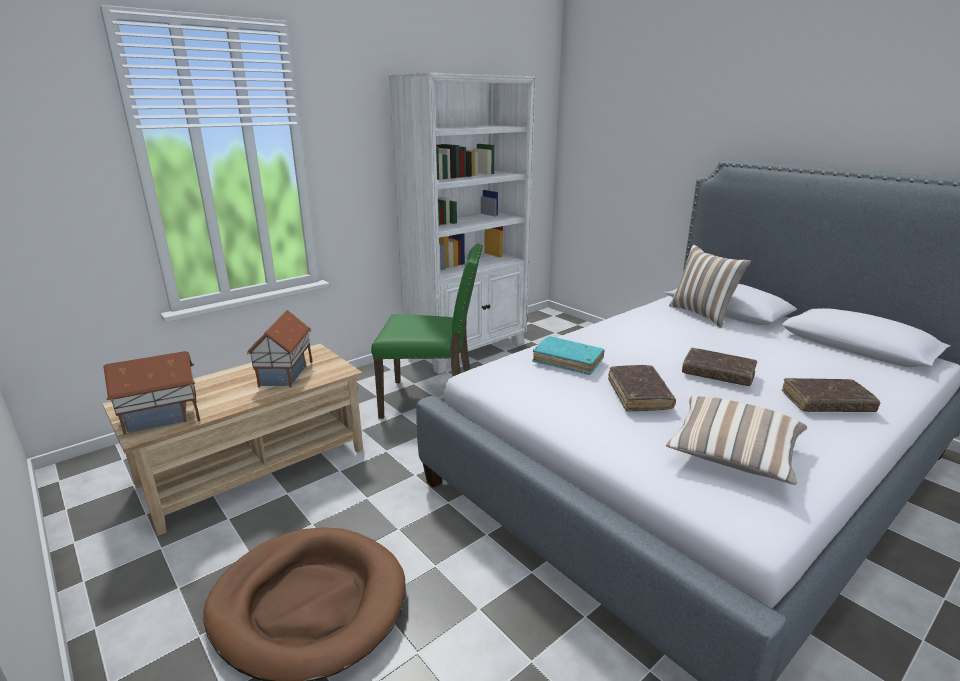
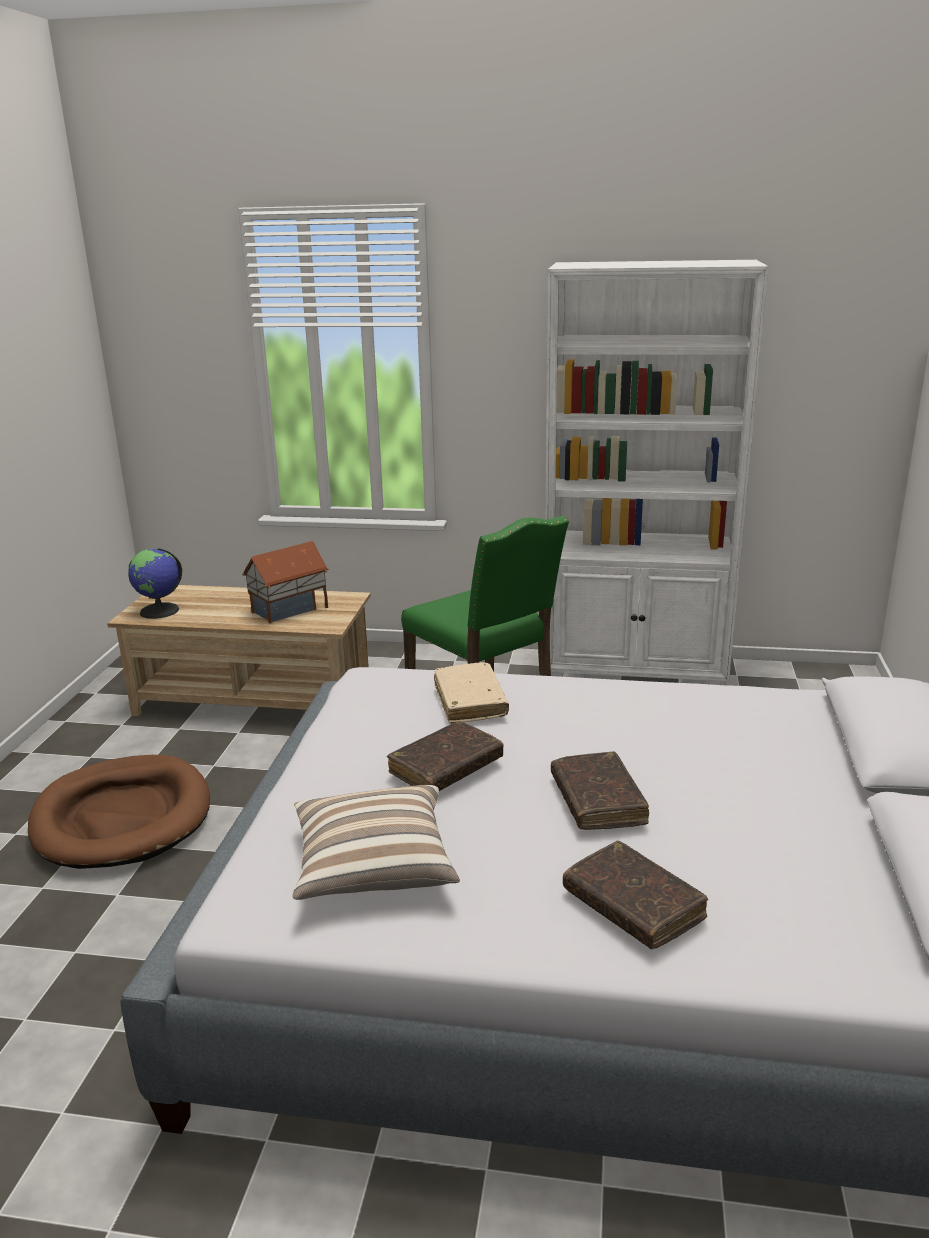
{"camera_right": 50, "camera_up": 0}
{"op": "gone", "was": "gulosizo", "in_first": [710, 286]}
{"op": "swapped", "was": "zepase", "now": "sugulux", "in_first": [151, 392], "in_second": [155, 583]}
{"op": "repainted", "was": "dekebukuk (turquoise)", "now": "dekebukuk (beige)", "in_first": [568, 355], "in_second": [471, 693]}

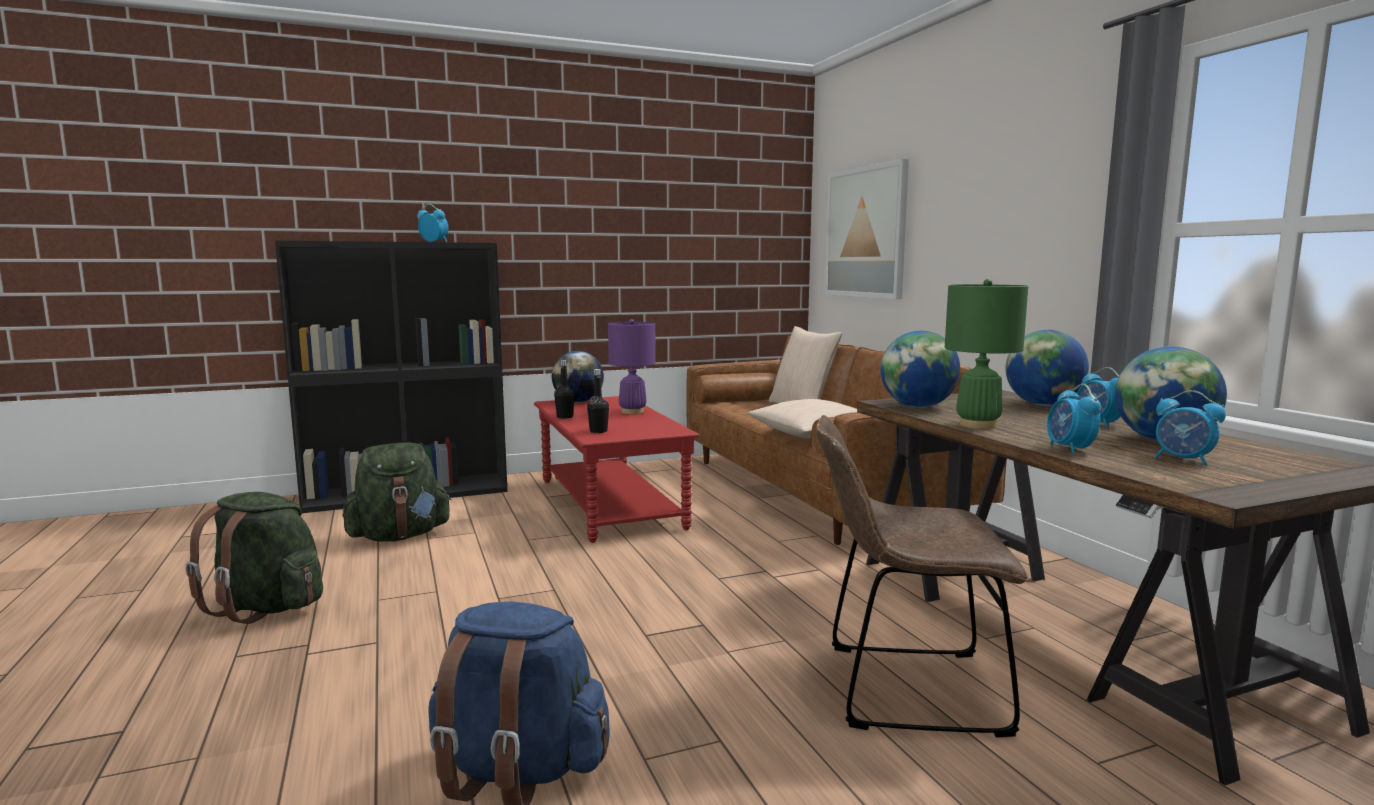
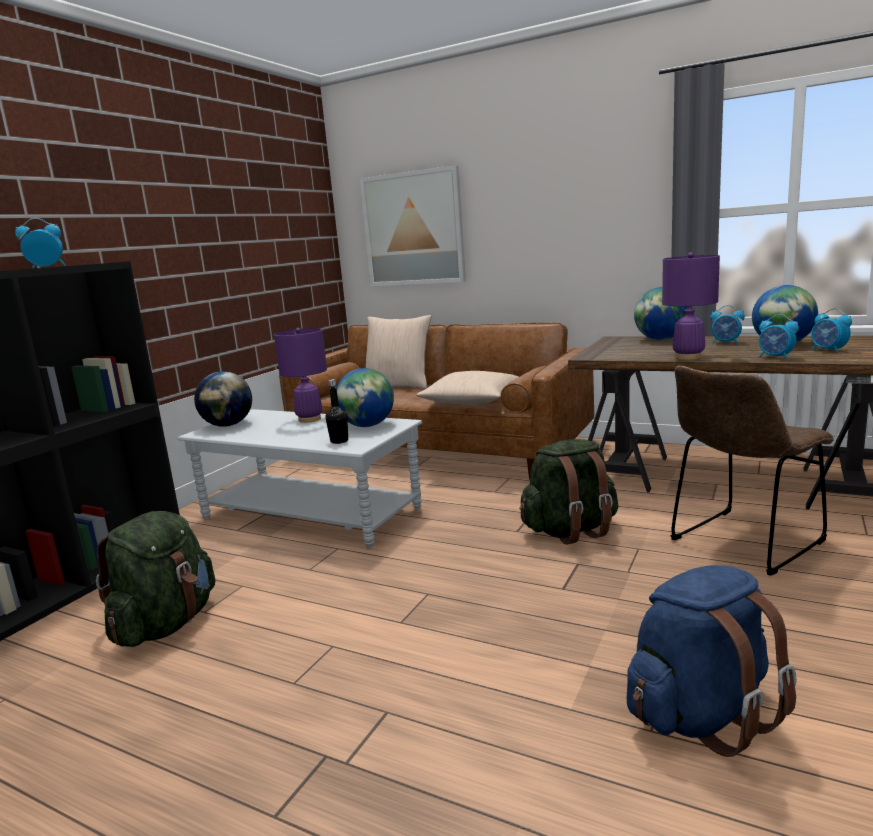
{"camera_right": -40, "camera_up": 5}
{"op": "gone", "was": "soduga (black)", "in_first": [564, 389]}
{"op": "shifted", "was": "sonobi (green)", "in_first": [254, 558], "in_second": [569, 492]}
{"op": "shifted", "was": "sugulux", "in_first": [920, 369], "in_second": [365, 397]}
{"op": "repainted", "was": "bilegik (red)", "now": "bilegik (grey)", "in_first": [616, 469], "in_second": [299, 478]}
{"op": "repainted", "was": "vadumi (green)", "now": "vadumi (purple)", "in_first": [986, 354], "in_second": [691, 306]}
{"op": "rotated", "was": "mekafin", "in_first": [1190, 428], "in_second": [831, 330], "clockwise": 60}

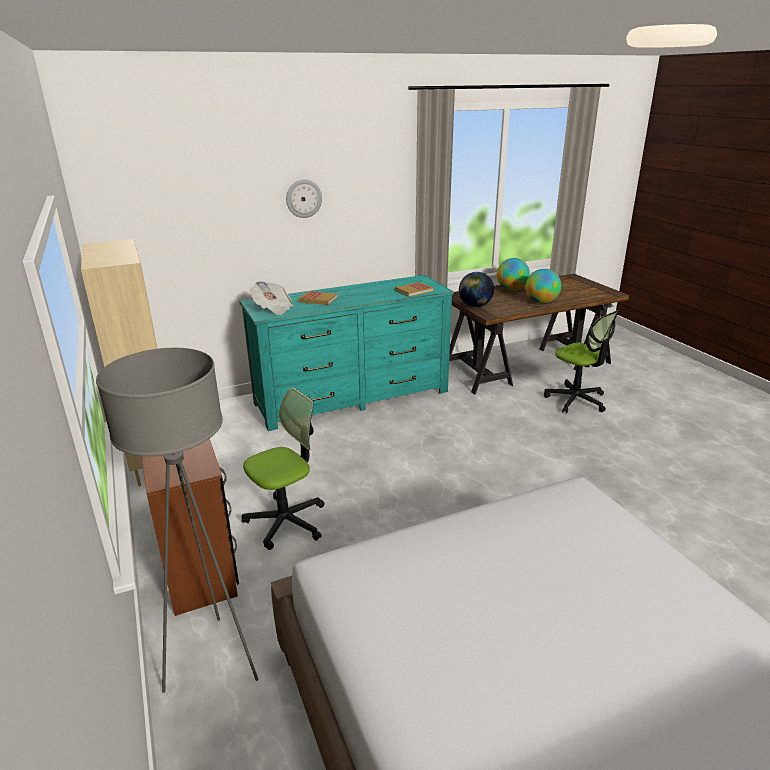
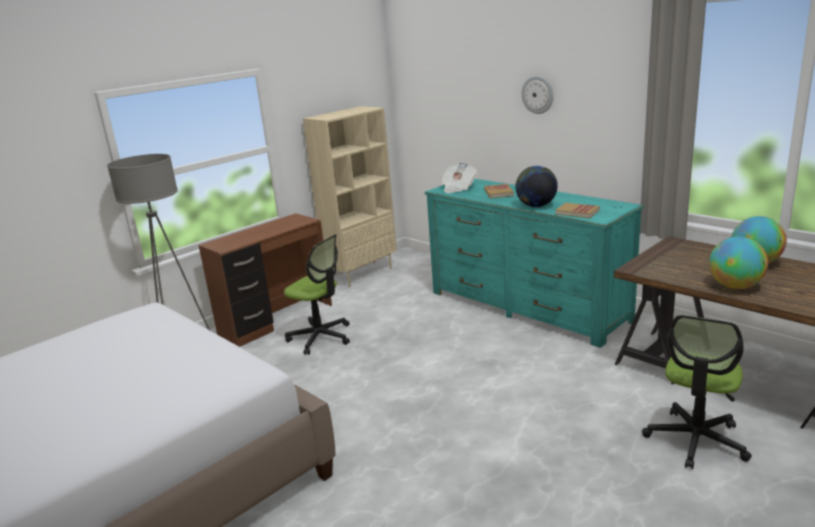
{"camera_right": 70, "camera_up": -5}
{"op": "shifted", "was": "sugulux", "in_first": [476, 289], "in_second": [536, 186]}

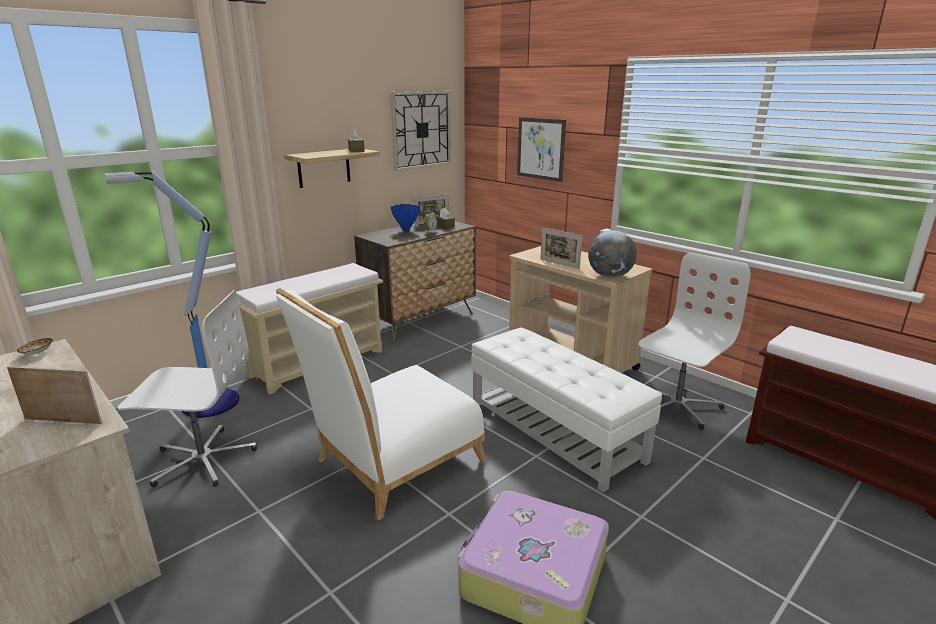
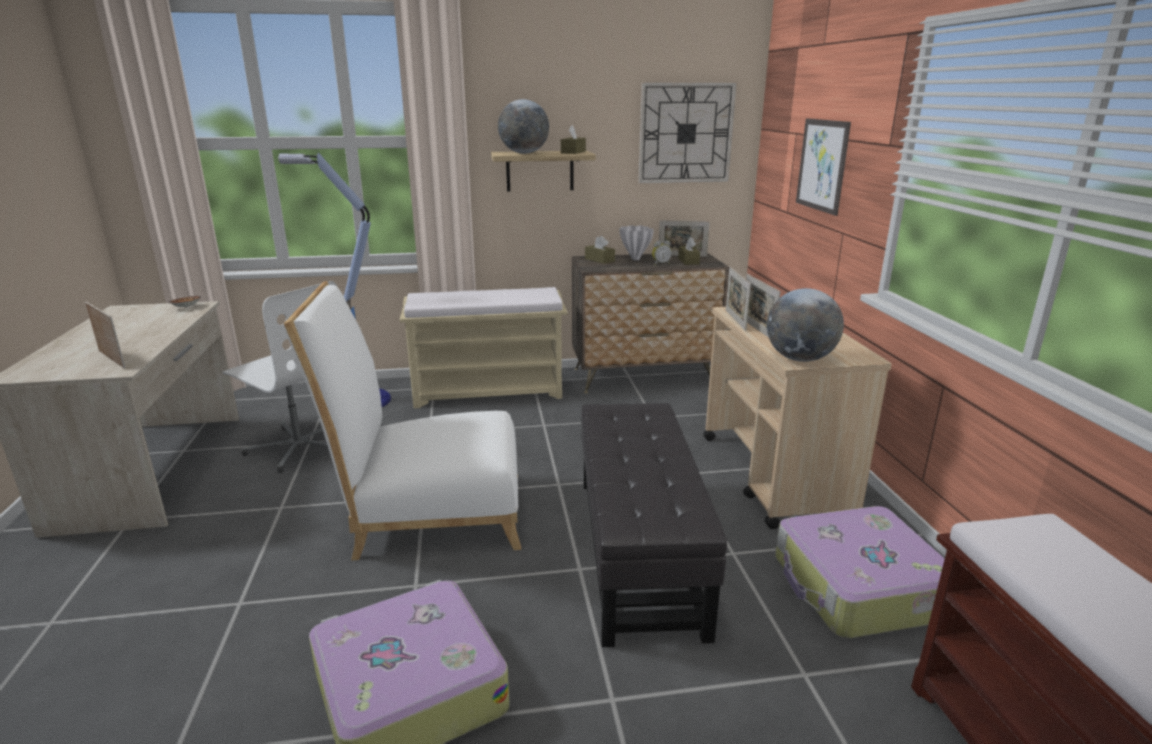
{"camera_right": 35, "camera_up": 0}
{"op": "new", "now": "sugulux", "in_second": [523, 126]}
{"op": "new", "now": "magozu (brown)", "in_second": [600, 250]}
{"op": "new", "now": "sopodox", "in_second": [738, 299]}
{"op": "swapped", "was": "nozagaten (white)", "now": "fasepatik", "in_first": [695, 341], "in_second": [860, 572]}
{"op": "repainted", "was": "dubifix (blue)", "now": "dubifix (white)", "in_first": [405, 217], "in_second": [636, 242]}
{"op": "repainted", "was": "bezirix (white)", "now": "bezirix (black)", "in_first": [566, 410], "in_second": [654, 525]}

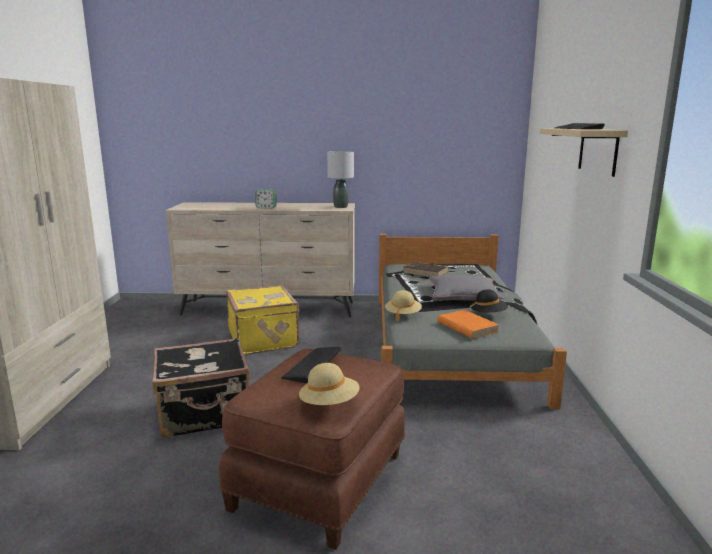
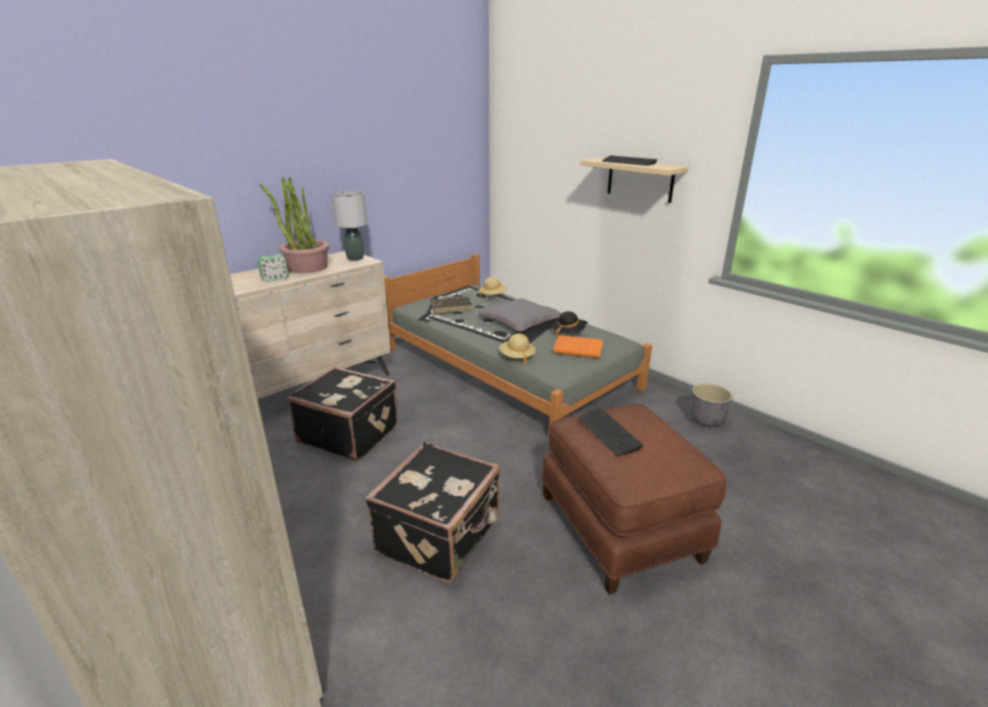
{"camera_right": -45, "camera_up": 10}
{"op": "new", "now": "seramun", "in_second": [294, 225]}
{"op": "new", "now": "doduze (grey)", "in_second": [711, 406]}
{"op": "shifted", "was": "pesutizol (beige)", "in_first": [329, 384], "in_second": [493, 287]}
{"op": "repainted", "was": "fasepatik (yellow)", "now": "fasepatik (black)", "in_first": [262, 319], "in_second": [342, 413]}

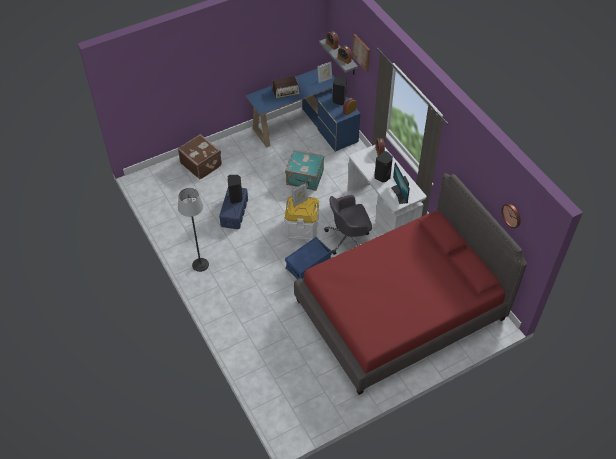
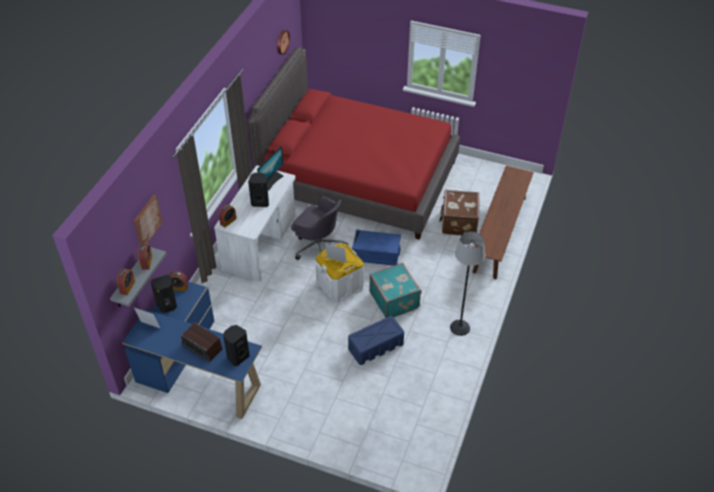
{"camera_right": -130, "camera_up": -5}
{"op": "new", "now": "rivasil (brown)", "in_second": [503, 222]}
{"op": "shifted", "was": "fasepatik (brown)", "in_first": [200, 157], "in_second": [459, 213]}
{"op": "shifted", "was": "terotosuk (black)", "in_first": [235, 189], "in_second": [236, 345]}
{"op": "shifted", "was": "fasepatik (turquoise)", "in_first": [304, 170], "in_second": [395, 290]}

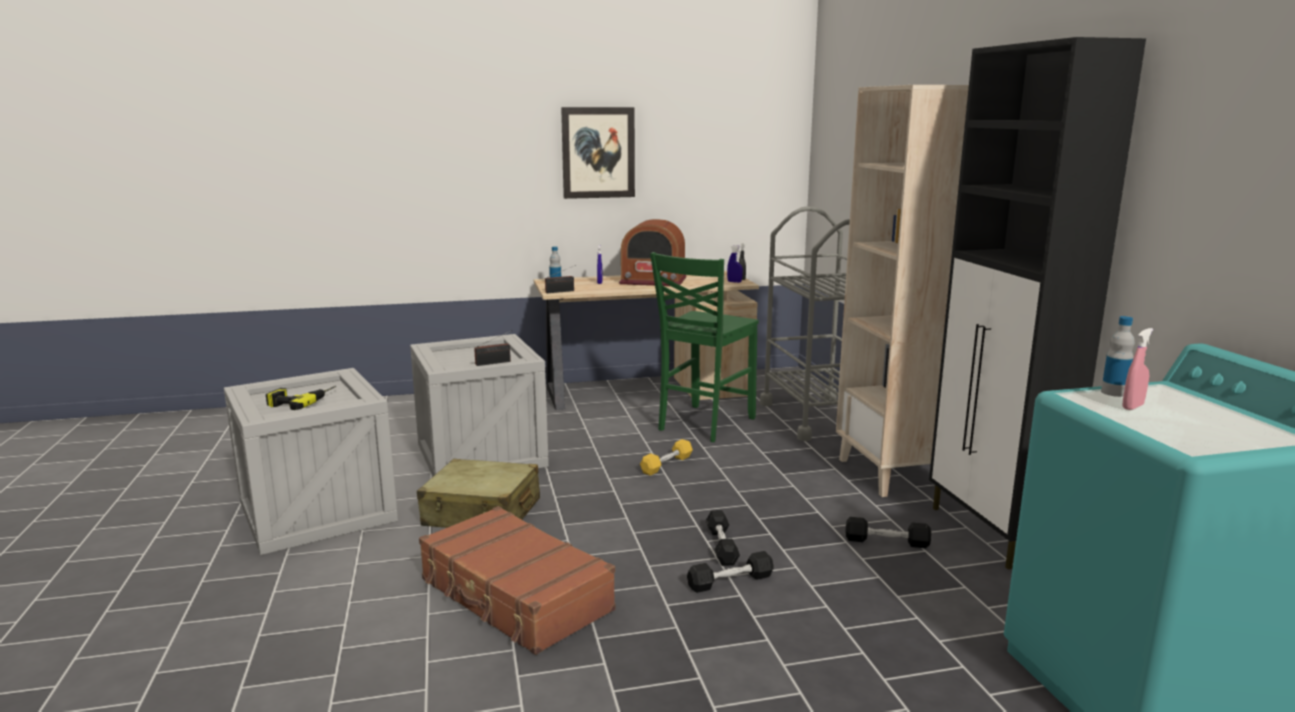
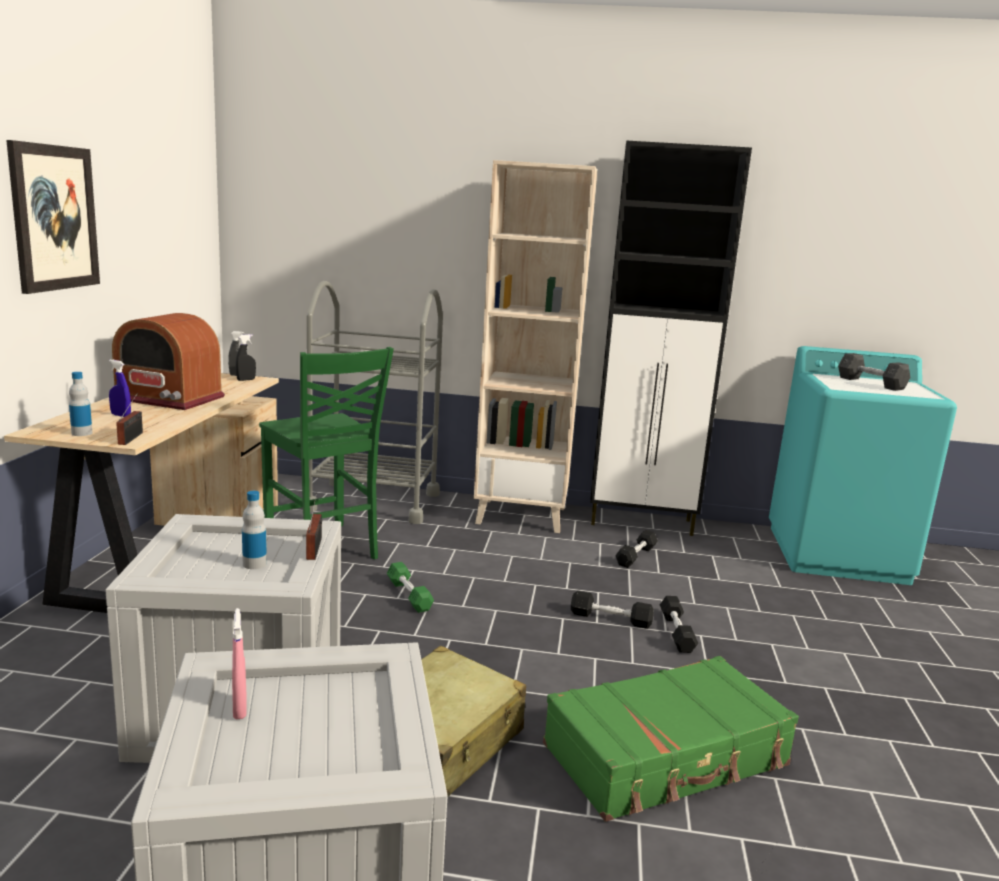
{"camera_right": -70, "camera_up": 0}
{"op": "gone", "was": "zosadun", "in_first": [301, 397]}
{"op": "new", "now": "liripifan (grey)", "in_second": [874, 372]}
{"op": "shifted", "was": "soduga", "in_first": [1118, 356], "in_second": [254, 530]}
{"op": "shifted", "was": "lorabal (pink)", "in_first": [1138, 369], "in_second": [239, 663]}
{"op": "repainted", "was": "fasepatik (brown)", "now": "fasepatik (green)", "in_first": [517, 580], "in_second": [671, 739]}
{"op": "repainted", "was": "liripifan (yellow)", "now": "liripifan (green)", "in_first": [666, 457], "in_second": [410, 587]}
{"op": "repainted", "was": "lorabal (blue)", "now": "lorabal (black)", "in_first": [735, 264], "in_second": [246, 357]}
{"op": "rotated", "was": "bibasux", "in_first": [652, 252], "in_second": [168, 361], "clockwise": 75}

